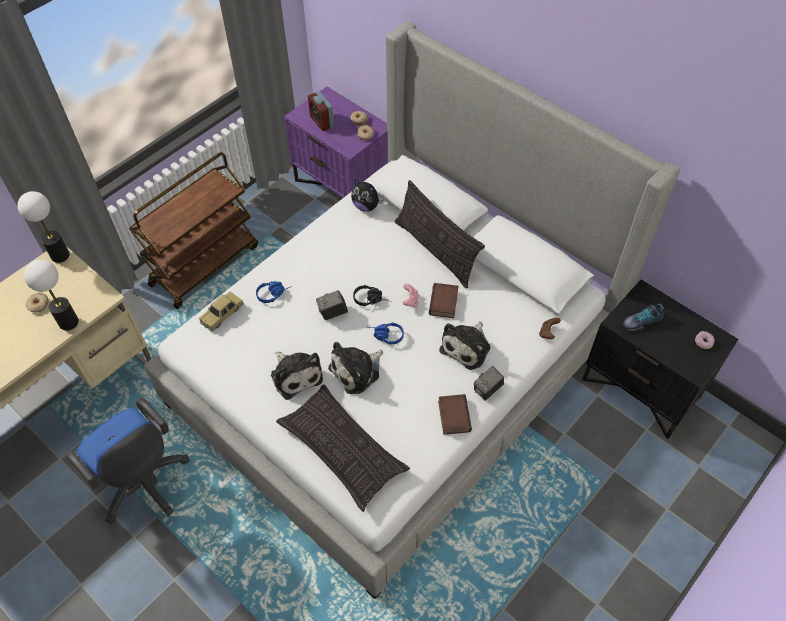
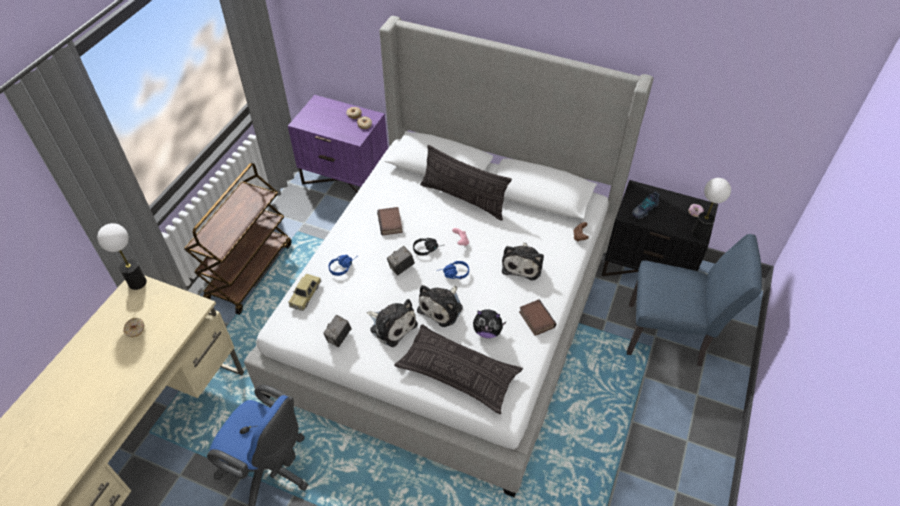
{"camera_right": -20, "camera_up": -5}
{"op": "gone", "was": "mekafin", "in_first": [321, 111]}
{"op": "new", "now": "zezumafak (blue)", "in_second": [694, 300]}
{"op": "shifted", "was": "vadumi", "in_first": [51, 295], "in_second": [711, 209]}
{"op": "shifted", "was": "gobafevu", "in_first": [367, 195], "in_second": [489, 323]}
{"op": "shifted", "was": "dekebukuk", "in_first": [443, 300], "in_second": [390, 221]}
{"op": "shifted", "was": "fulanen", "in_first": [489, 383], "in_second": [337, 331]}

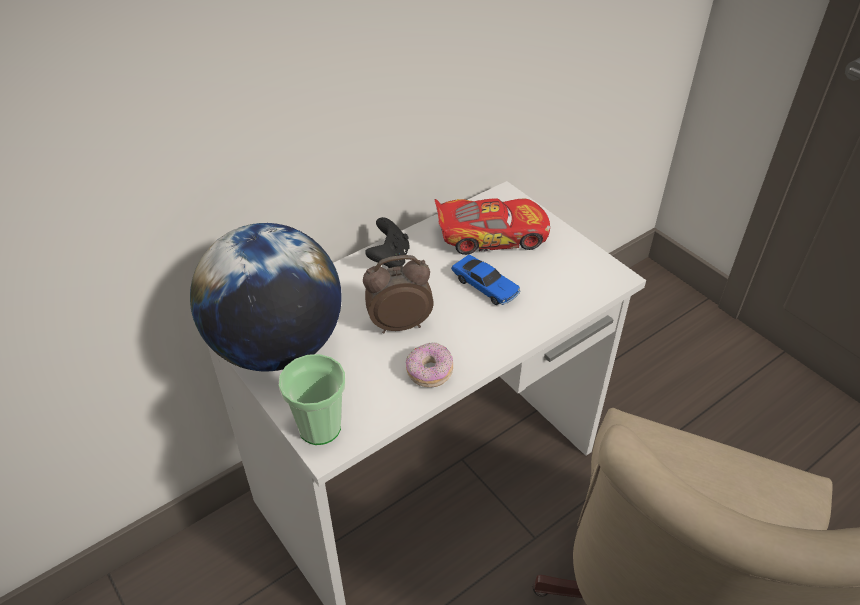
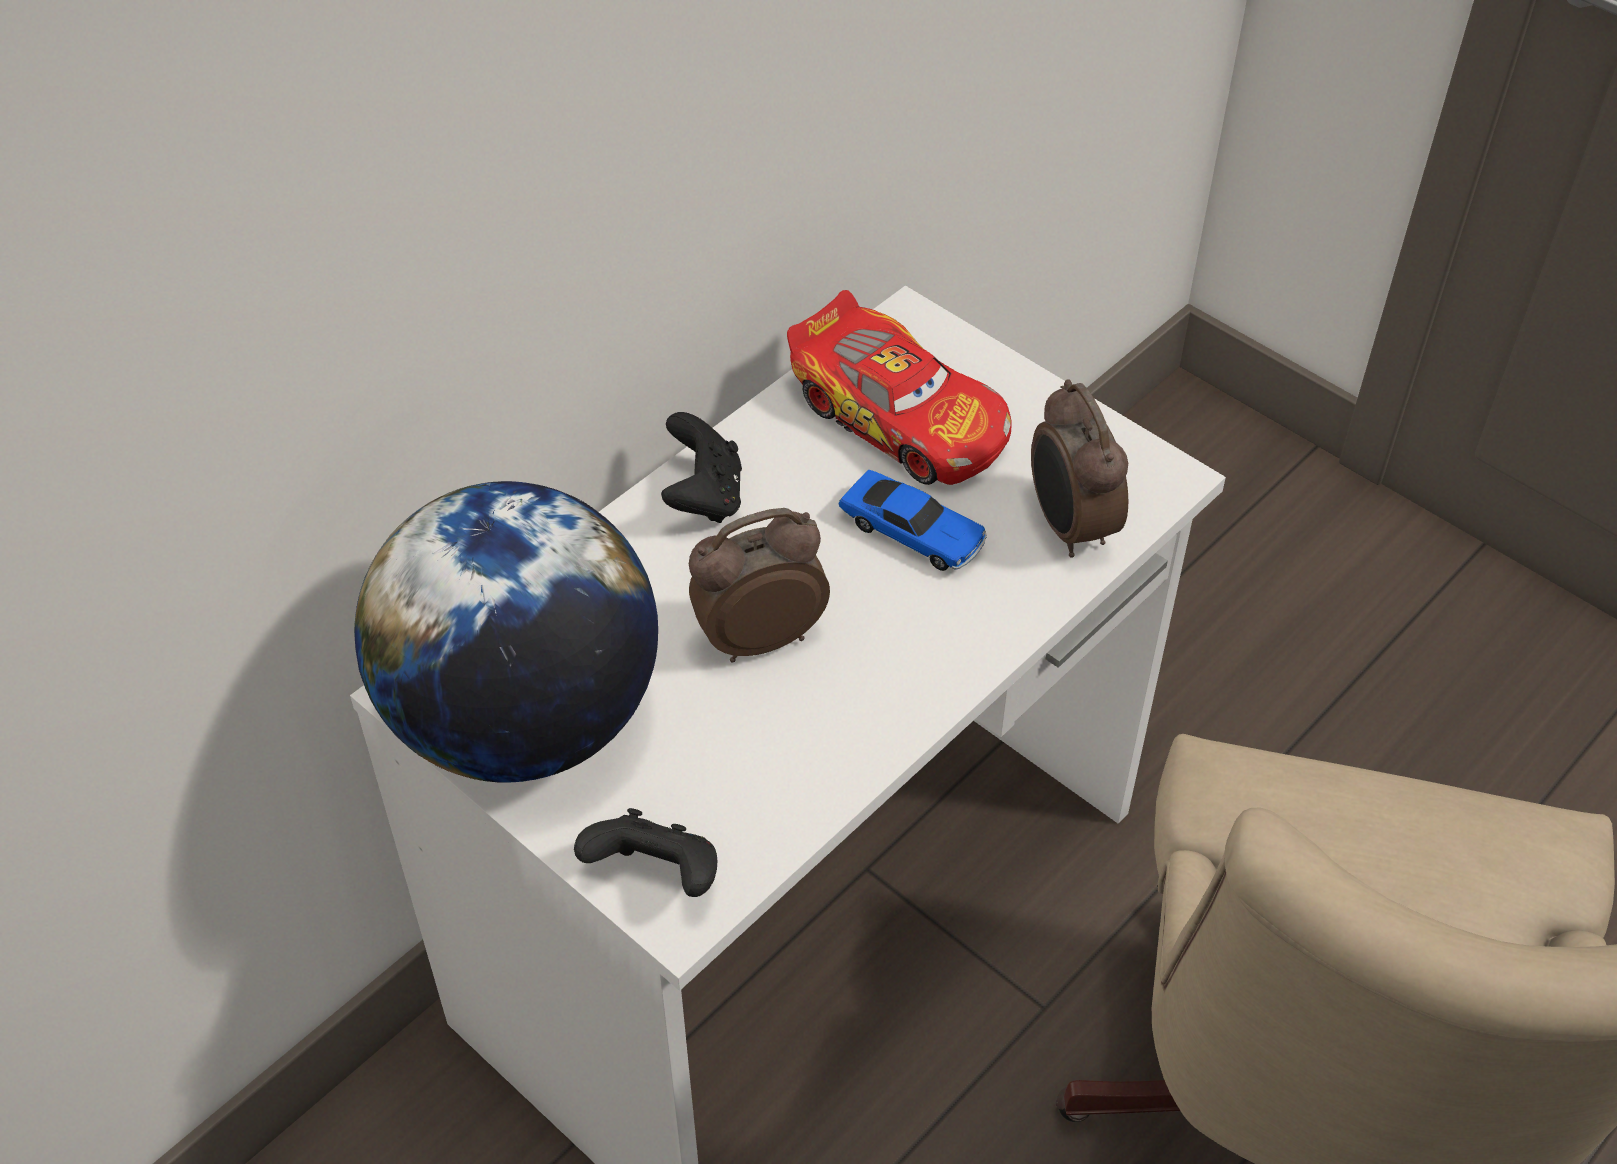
{"camera_right": -10, "camera_up": 5}
{"op": "gone", "was": "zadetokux", "in_first": [429, 365]}
{"op": "new", "now": "mekafin", "in_second": [1079, 469]}
{"op": "swapped", "was": "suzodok", "now": "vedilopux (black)", "in_first": [312, 399], "in_second": [645, 852]}
{"op": "rotated", "was": "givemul", "in_first": [492, 226], "in_second": [899, 387], "clockwise": 60}

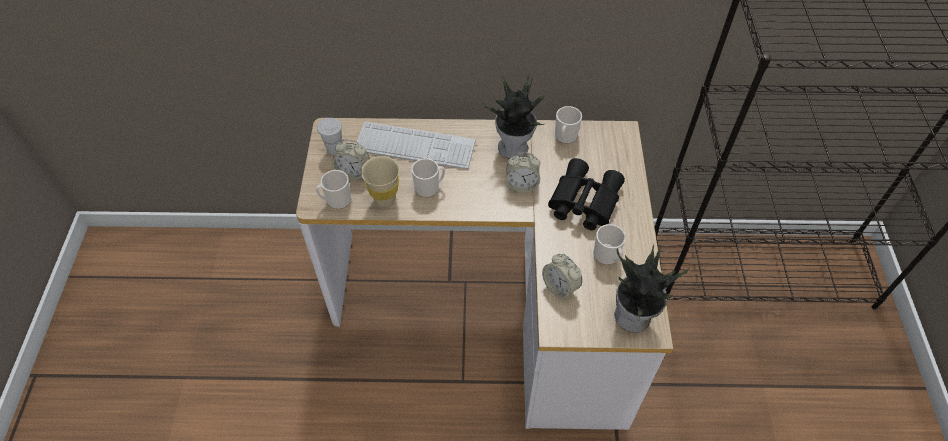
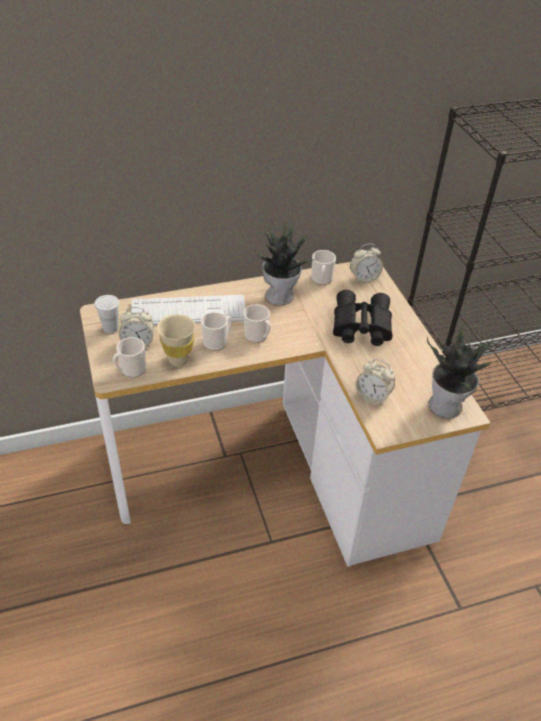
{"camera_right": -20, "camera_up": -10}
{"op": "shifted", "was": "mekafin", "in_first": [523, 172], "in_second": [366, 263]}
{"op": "shifted", "was": "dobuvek", "in_first": [609, 244], "in_second": [257, 323]}

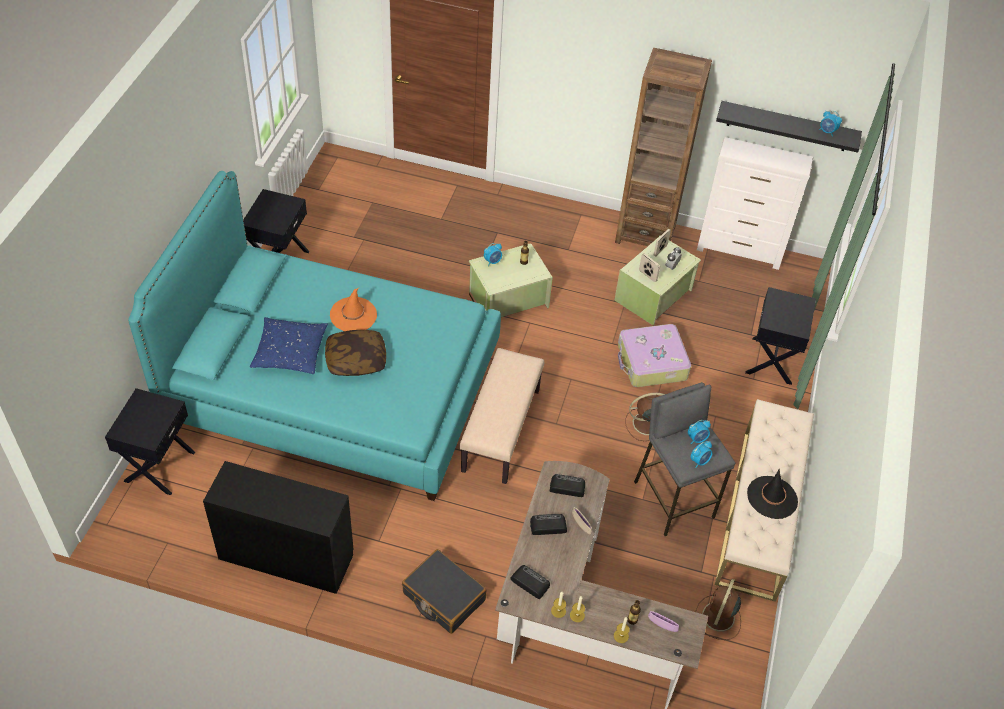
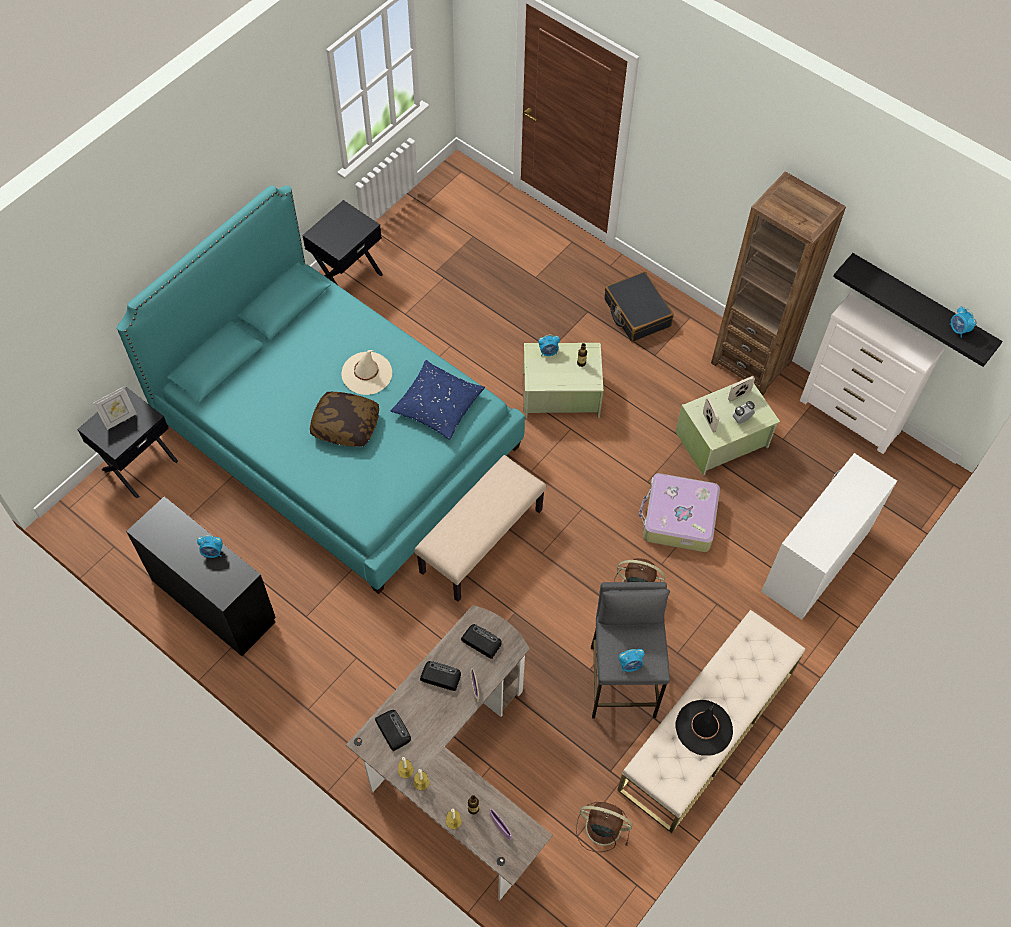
{"camera_right": 25, "camera_up": 10}
{"op": "new", "now": "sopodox", "in_second": [115, 408]}
{"op": "shifted", "was": "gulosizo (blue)", "in_first": [289, 345], "in_second": [438, 400]}
{"op": "shifted", "was": "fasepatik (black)", "in_first": [444, 591], "in_second": [639, 307]}
{"op": "shifted", "was": "mekafin", "in_first": [699, 432], "in_second": [210, 546]}
{"op": "swapped", "was": "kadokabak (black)", "now": "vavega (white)", "in_first": [780, 336], "in_second": [829, 536]}
{"op": "repainted", "was": "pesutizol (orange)", "now": "pesutizol (beige)", "in_first": [353, 309], "in_second": [366, 372]}
{"op": "rotated", "was": "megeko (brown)", "in_first": [718, 609], "in_second": [604, 827], "clockwise": 60}

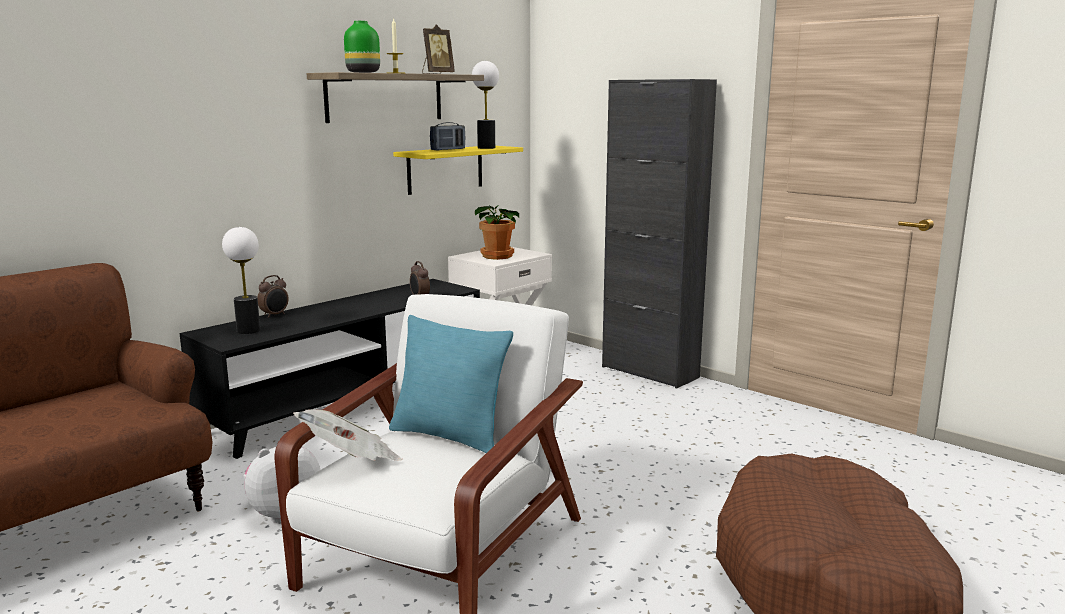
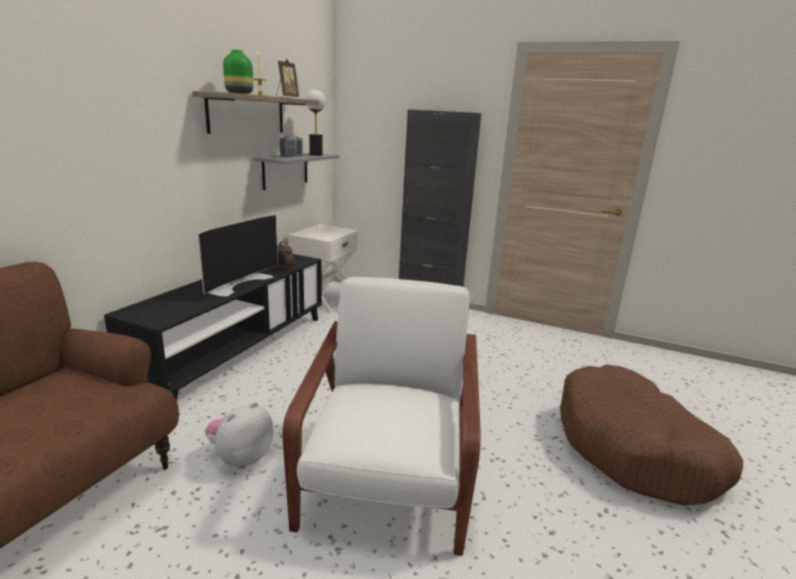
{"camera_right": -20, "camera_up": 5}
{"op": "gone", "was": "vadumi", "in_first": [241, 280]}
{"op": "gone", "was": "mekafin", "in_first": [273, 296]}
{"op": "gone", "was": "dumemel", "in_first": [348, 435]}
{"op": "gone", "was": "gulosizo (turquoise)", "in_first": [451, 384]}
{"op": "gone", "was": "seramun", "in_first": [497, 232]}
{"op": "new", "now": "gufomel", "in_second": [238, 255]}
{"op": "repainted", "was": "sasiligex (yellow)", "now": "sasiligex (grey)", "in_first": [458, 170], "in_second": [296, 171]}

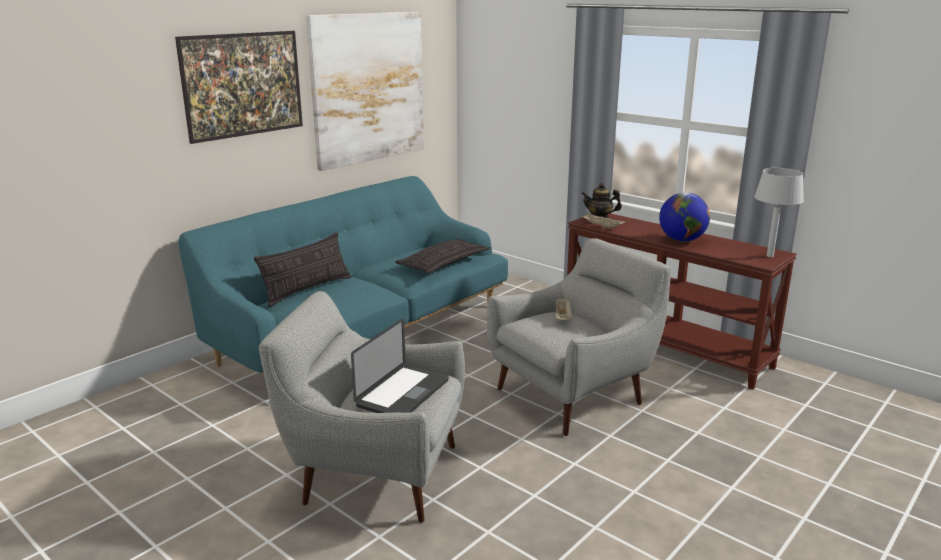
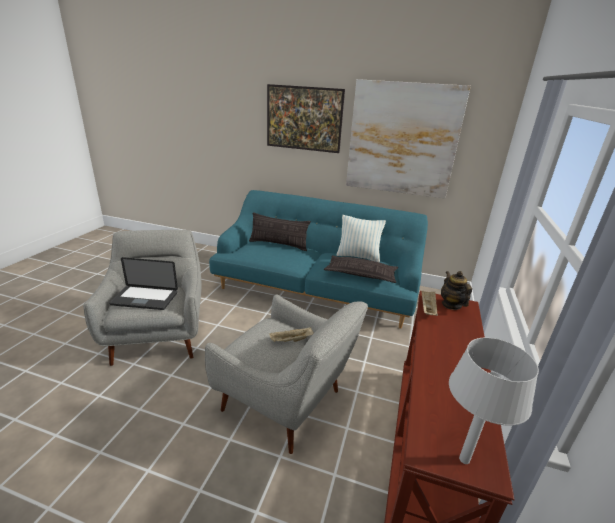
{"camera_right": 65, "camera_up": 5}
{"op": "gone", "was": "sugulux", "in_first": [684, 217]}
{"op": "new", "now": "gulosizo", "in_second": [361, 238]}

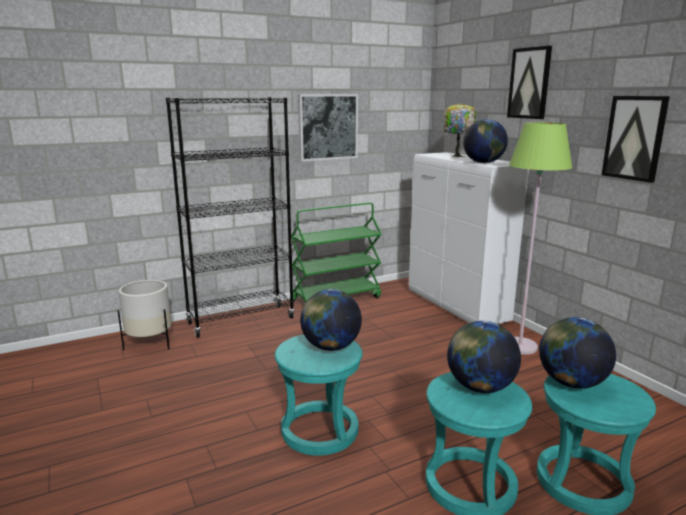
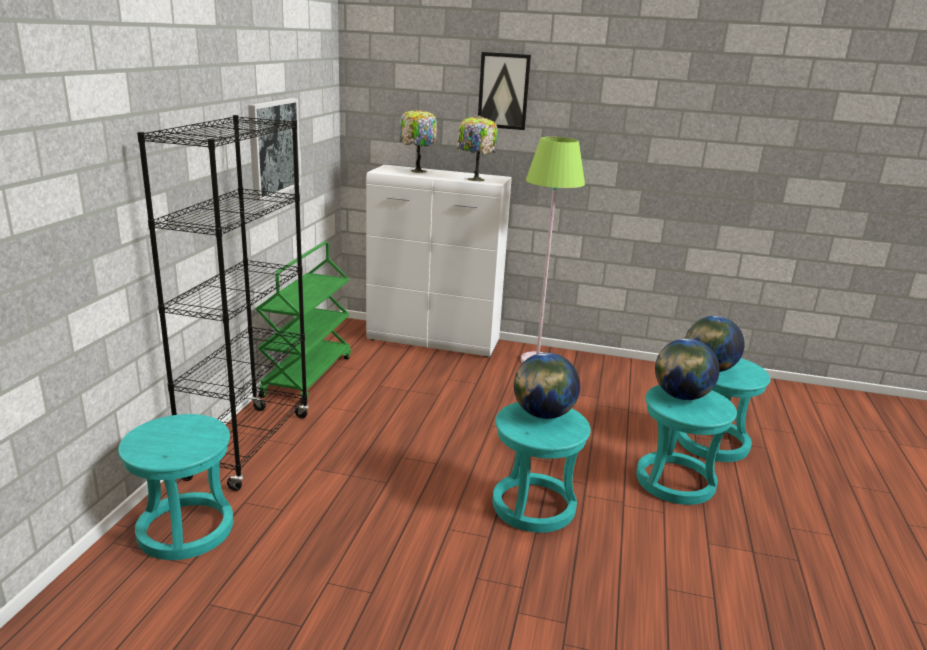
{"camera_right": -50, "camera_up": 5}
{"op": "gone", "was": "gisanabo", "in_first": [636, 139]}
{"op": "swapped", "was": "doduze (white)", "now": "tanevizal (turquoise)", "in_first": [145, 315], "in_second": [175, 487]}
{"op": "swapped", "was": "sugulux", "now": "vadumi", "in_first": [485, 141], "in_second": [477, 148]}

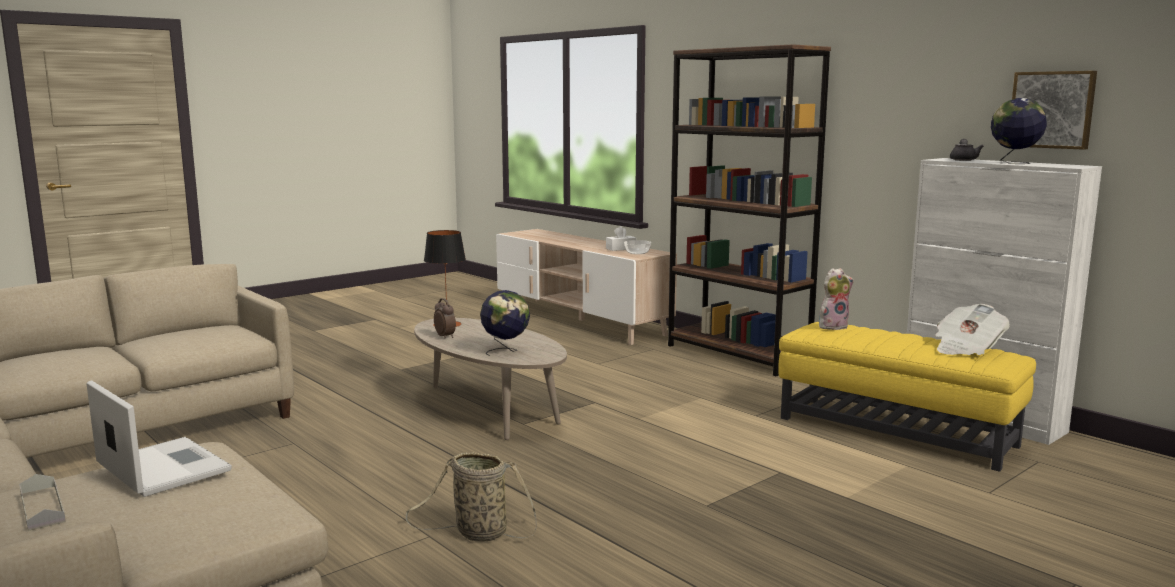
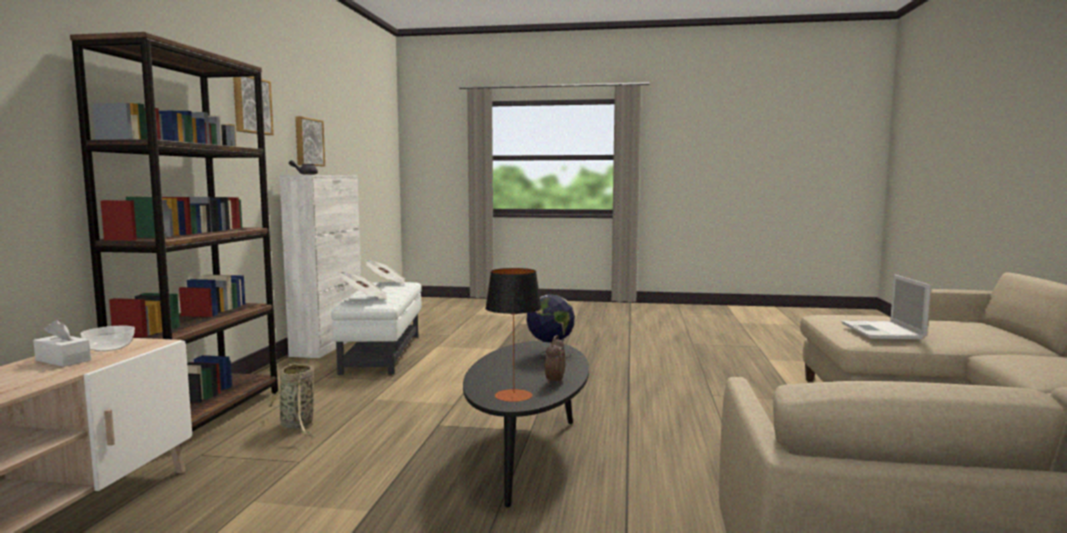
{"camera_right": -130, "camera_up": -5}
{"op": "gone", "was": "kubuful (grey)", "in_first": [42, 502]}
{"op": "gone", "was": "sugulux", "in_first": [1019, 131]}
{"op": "new", "now": "gisanabo", "in_second": [253, 106]}
{"op": "shifted", "was": "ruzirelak", "in_first": [471, 496], "in_second": [291, 399]}
{"op": "swapped", "was": "gobafevu", "now": "dumemel", "in_first": [836, 299], "in_second": [363, 286]}
{"op": "repainted", "was": "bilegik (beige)", "now": "bilegik (black)", "in_first": [490, 379], "in_second": [526, 424]}
{"op": "repainted", "was": "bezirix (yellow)", "now": "bezirix (white)", "in_first": [907, 397], "in_second": [376, 328]}

